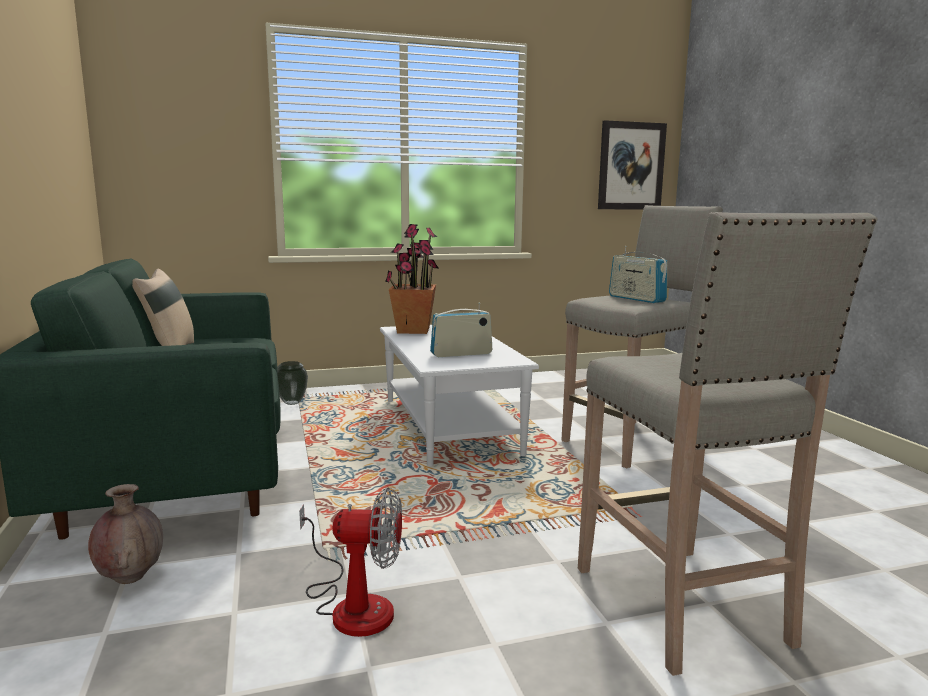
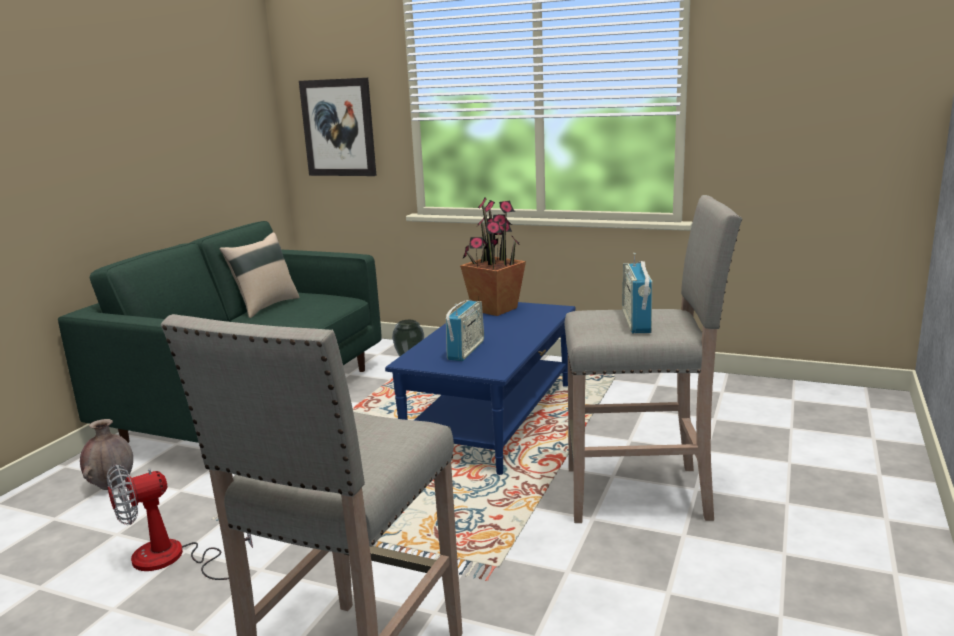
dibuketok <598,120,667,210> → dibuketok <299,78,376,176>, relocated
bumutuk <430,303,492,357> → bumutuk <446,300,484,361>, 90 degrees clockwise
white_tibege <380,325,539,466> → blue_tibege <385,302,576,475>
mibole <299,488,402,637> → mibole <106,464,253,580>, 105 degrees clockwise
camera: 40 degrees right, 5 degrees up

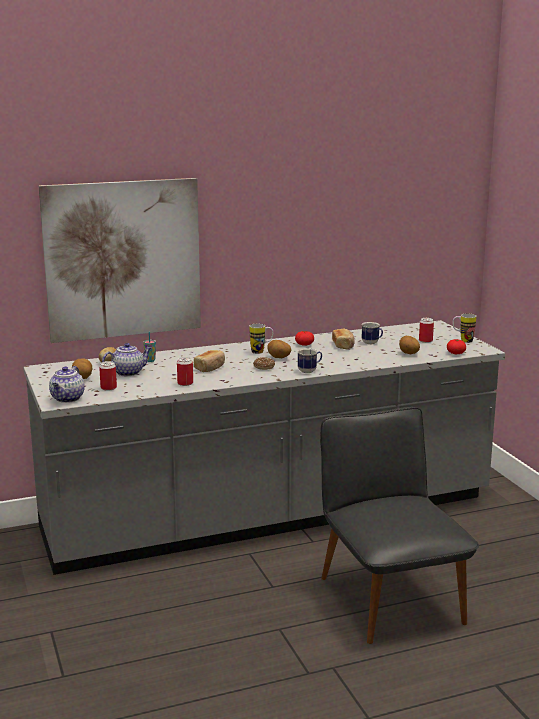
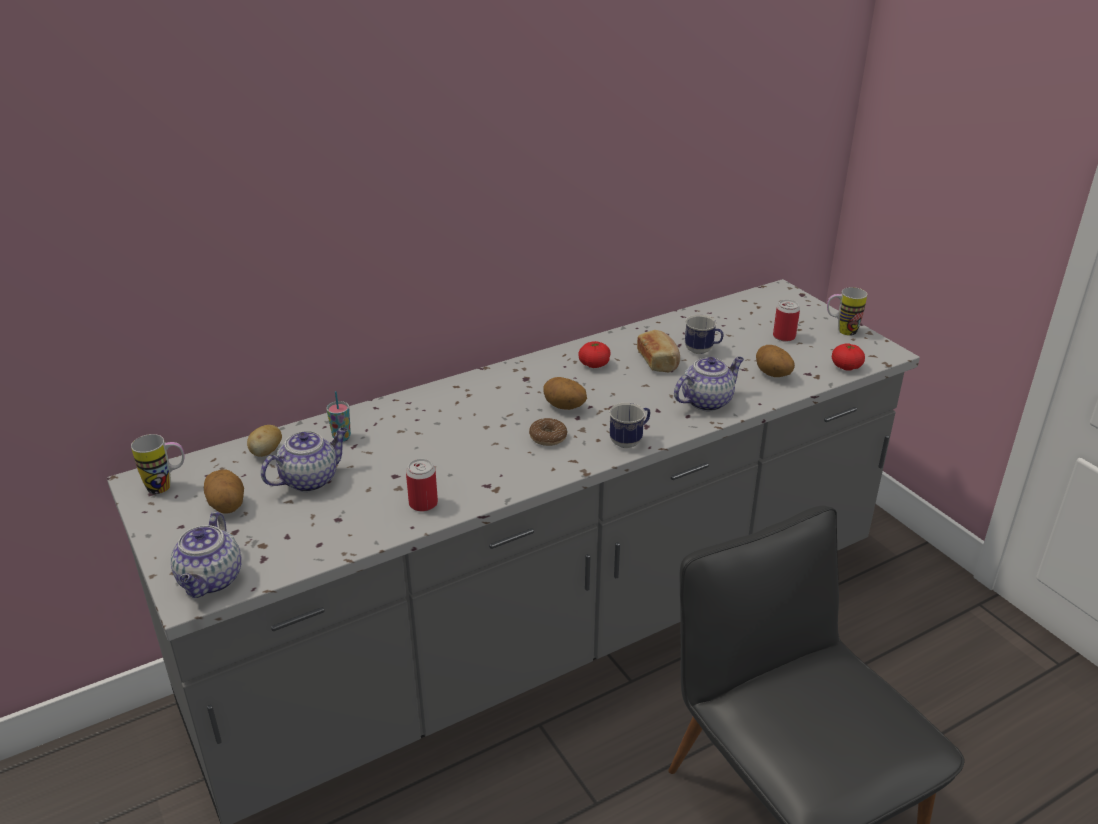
dibuketok <39,178,201,343> → -
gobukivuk <250,324,273,354> → gobukivuk <131,434,184,494>, relocated
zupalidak <194,350,225,372> → -
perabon <99,361,117,391> → -
- → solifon <674,357,744,411>
camera: 10 degrees left, 15 degrees up

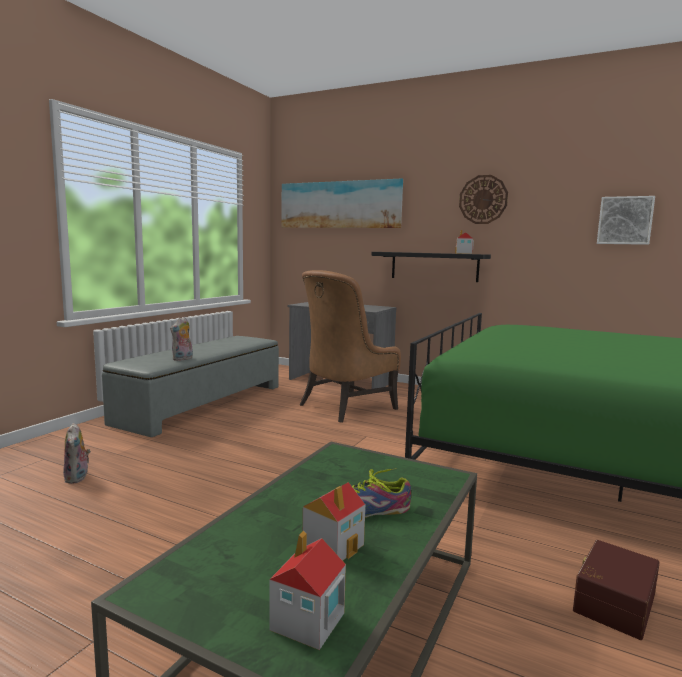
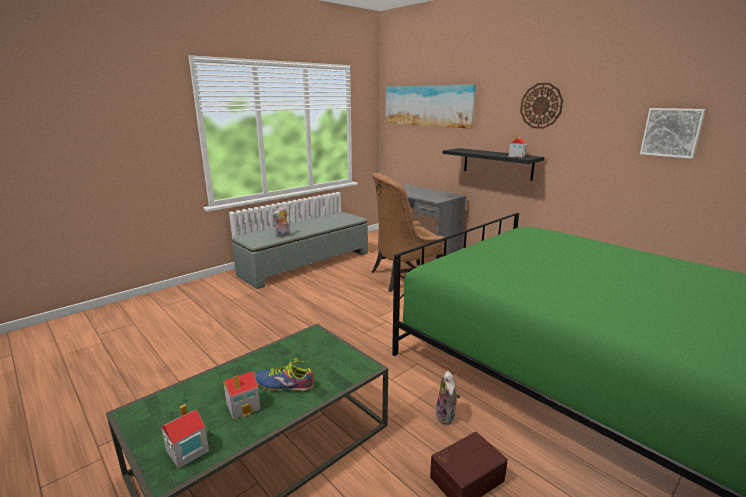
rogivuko <63,423,91,484> → rogivuko <435,371,460,425>, relocated
camera: 20 degrees right, 10 degrees up

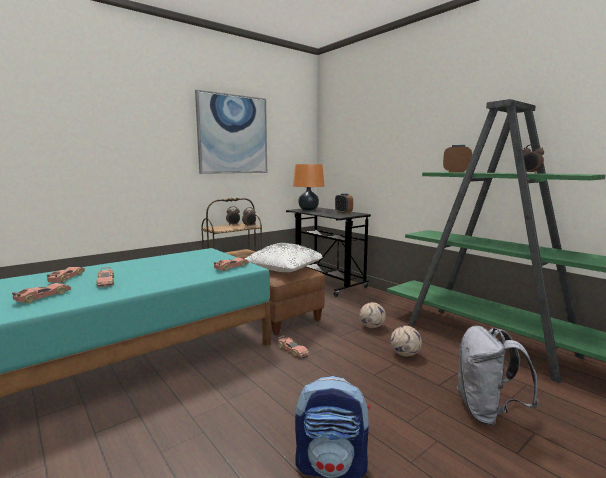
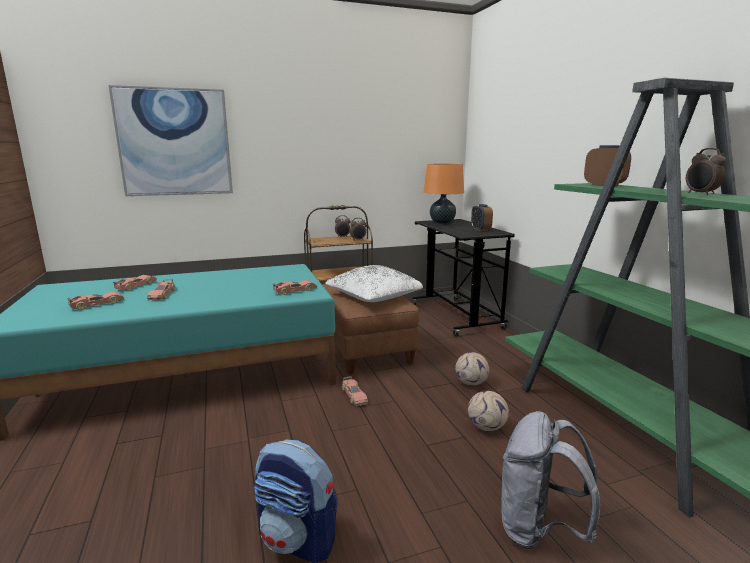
dibuketok <195,90,267,174> → dibuketok <108,85,233,196>, relocated
camera: 20 degrees right, 5 degrees up

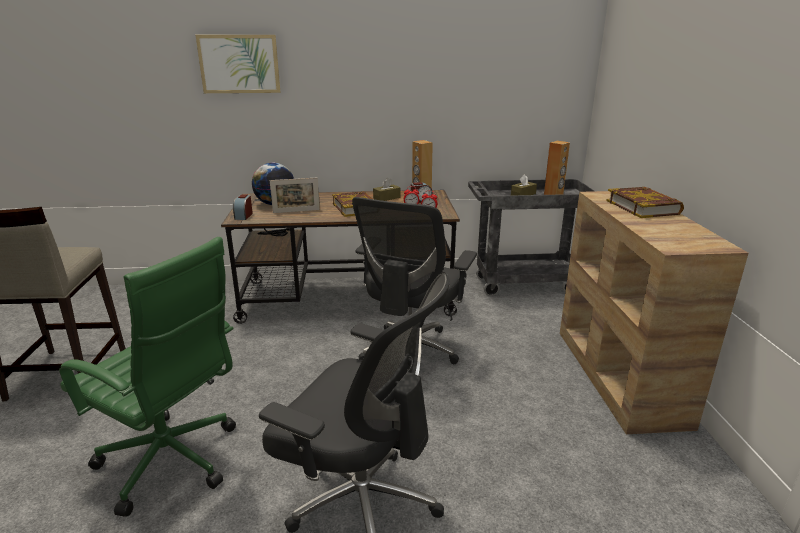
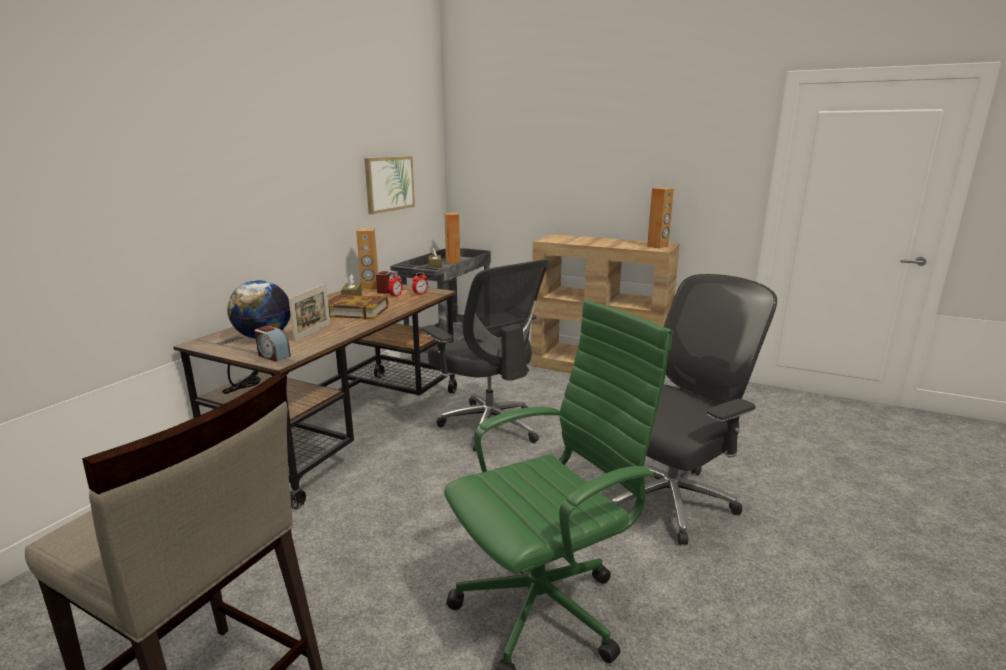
dibuketok <196,35,280,93> → dibuketok <364,156,415,214>, relocated
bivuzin <606,187,684,218> → -
- → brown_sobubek <647,188,674,248>
camera: 60 degrees left, 5 degrees down

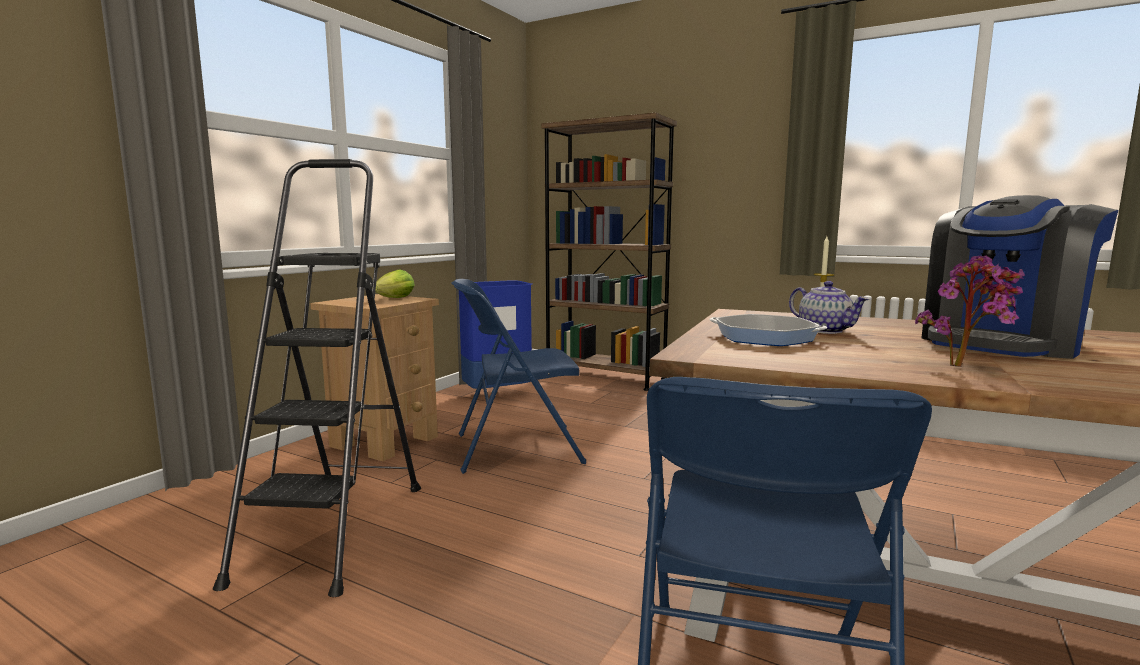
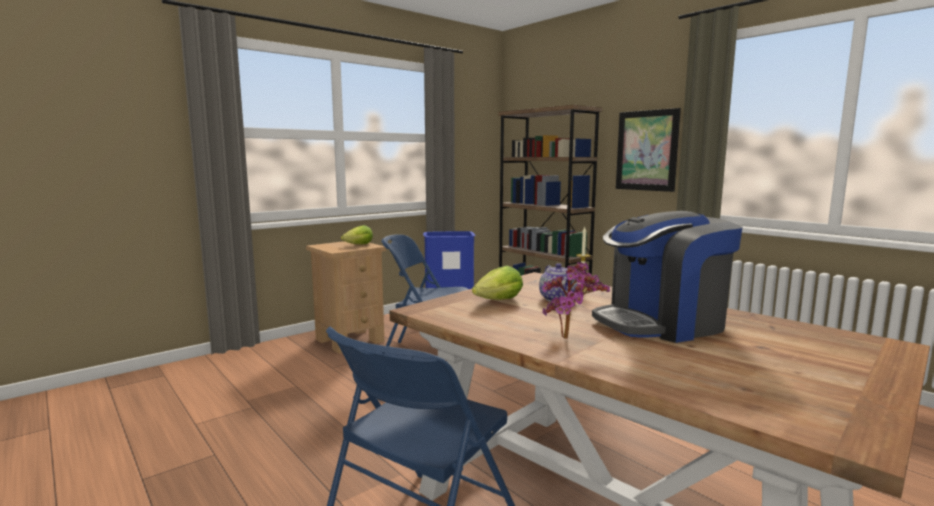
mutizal <213,159,421,597> → -
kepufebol <709,314,827,346> → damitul <472,265,523,300>
- → dibuketok <616,108,681,192>
camera: 20 degrees right, 0 degrees up

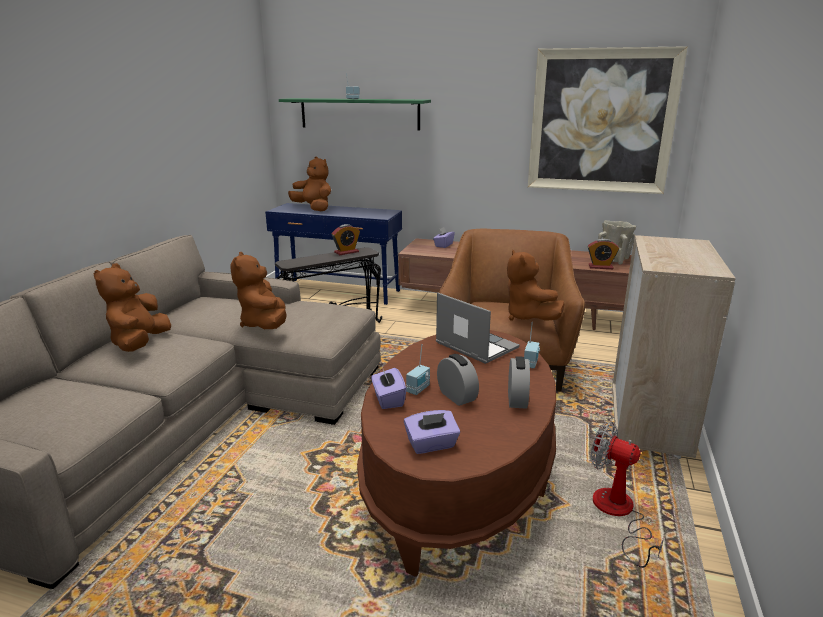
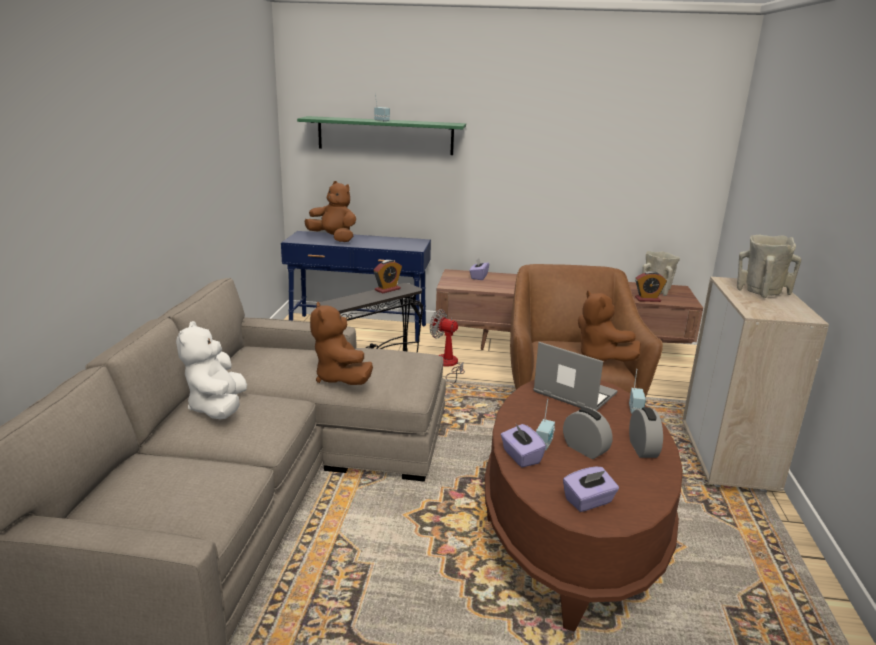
dibuketok <528,46,688,194> → -
brown_rogivuko <94,263,171,352> → white_rogivuko <176,321,247,419>
mibole <591,421,664,568> → mibole <430,309,465,384>, relocated
- → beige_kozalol <737,235,801,298>
camera: 10 degrees left, 0 degrees up

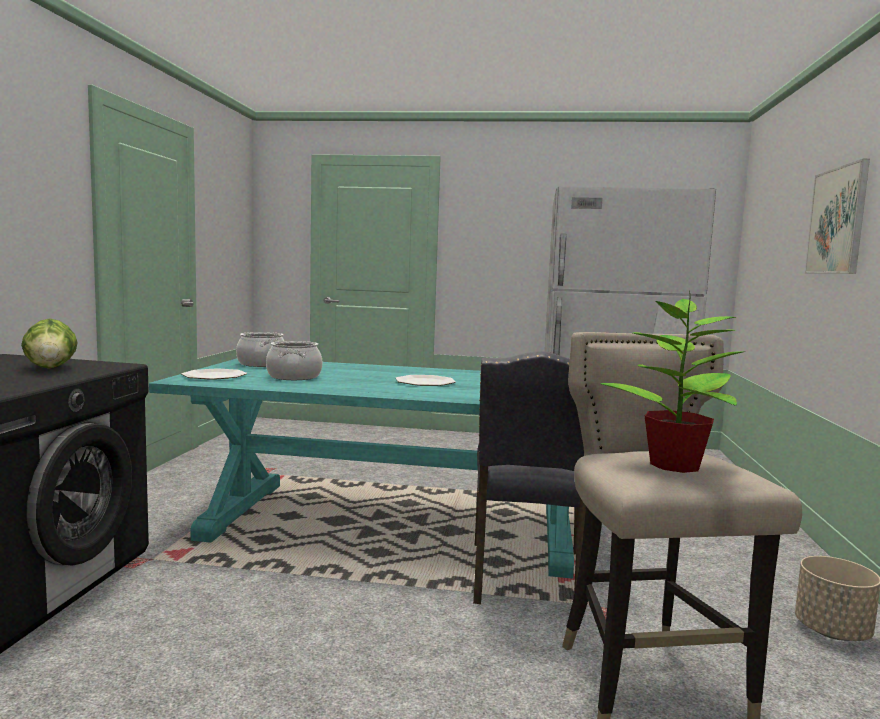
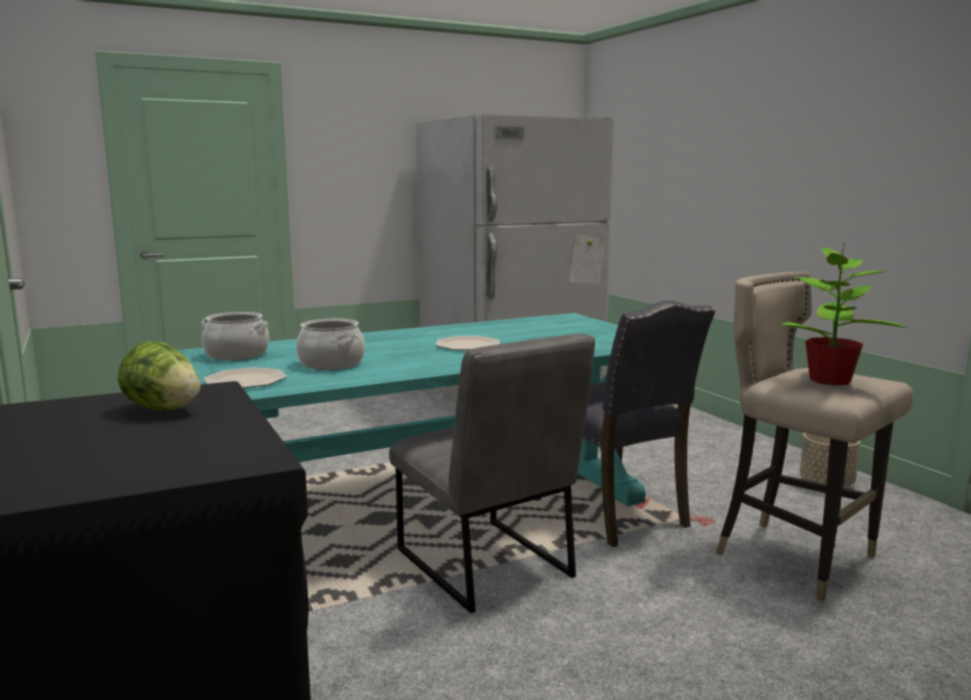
dibuketok <804,159,870,274> → -
- → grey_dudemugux <389,334,595,613>
camera: 35 degrees left, 5 degrees up

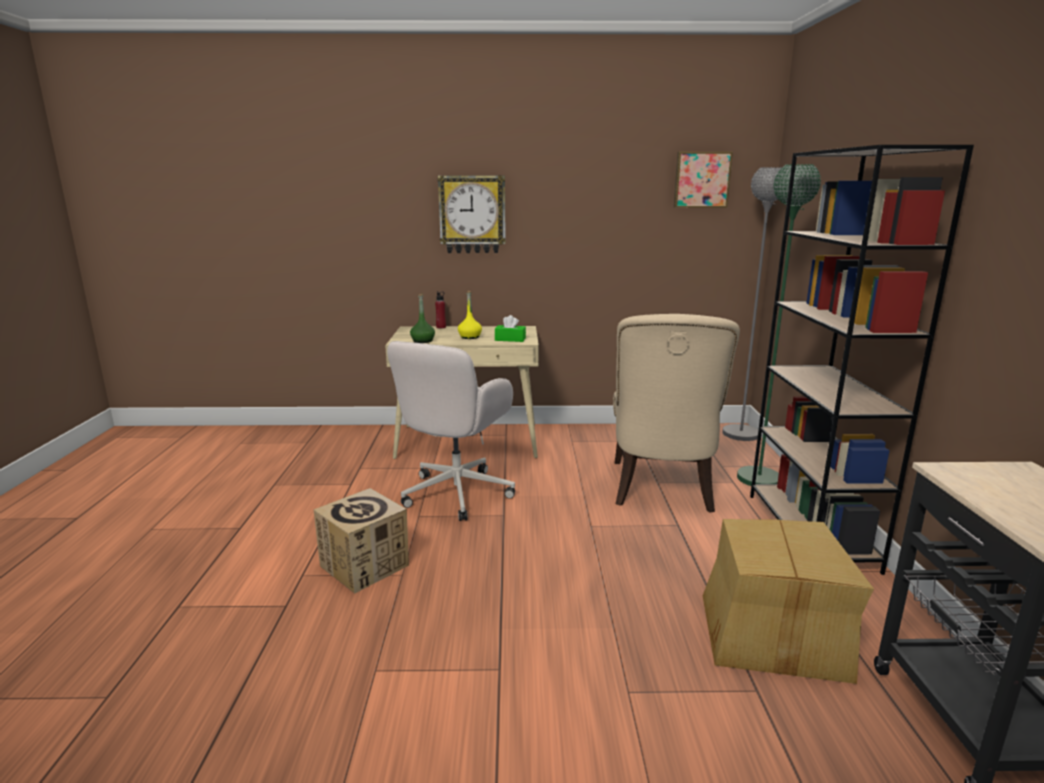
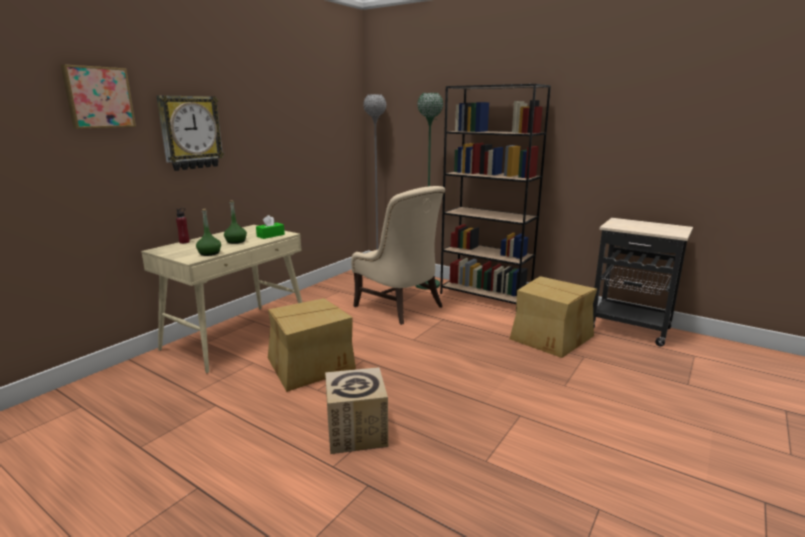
dibuketok <674,152,733,208> → dibuketok <61,64,136,129>, relocated
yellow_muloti <458,291,482,339> → green_muloti <224,200,247,244>
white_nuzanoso <387,341,515,521> → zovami <268,298,356,392>
camera: 55 degrees left, 0 degrees up

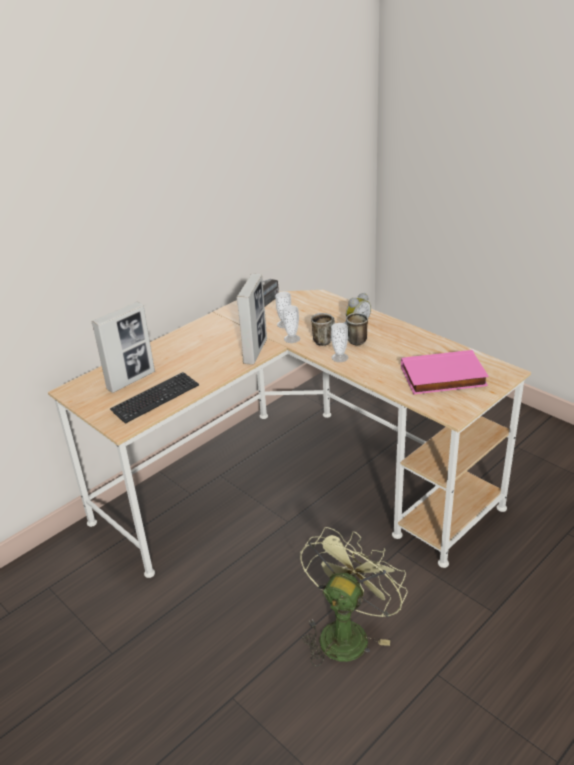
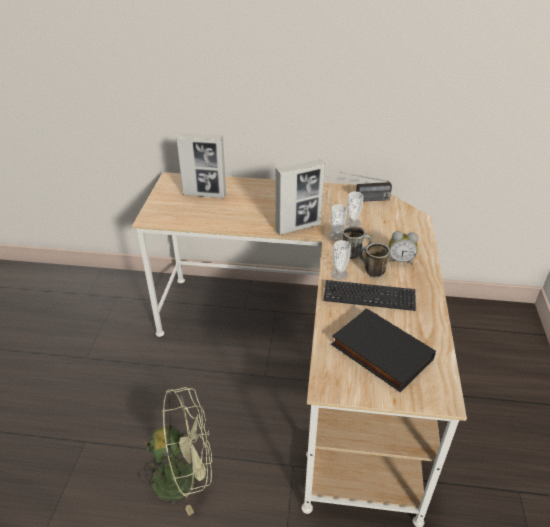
pink_bivuzin <401,350,489,394> → black_bivuzin <331,308,436,392>
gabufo <110,372,199,424> → gabufo <323,280,416,311>, relocated
camera: 50 degrees right, 5 degrees up

